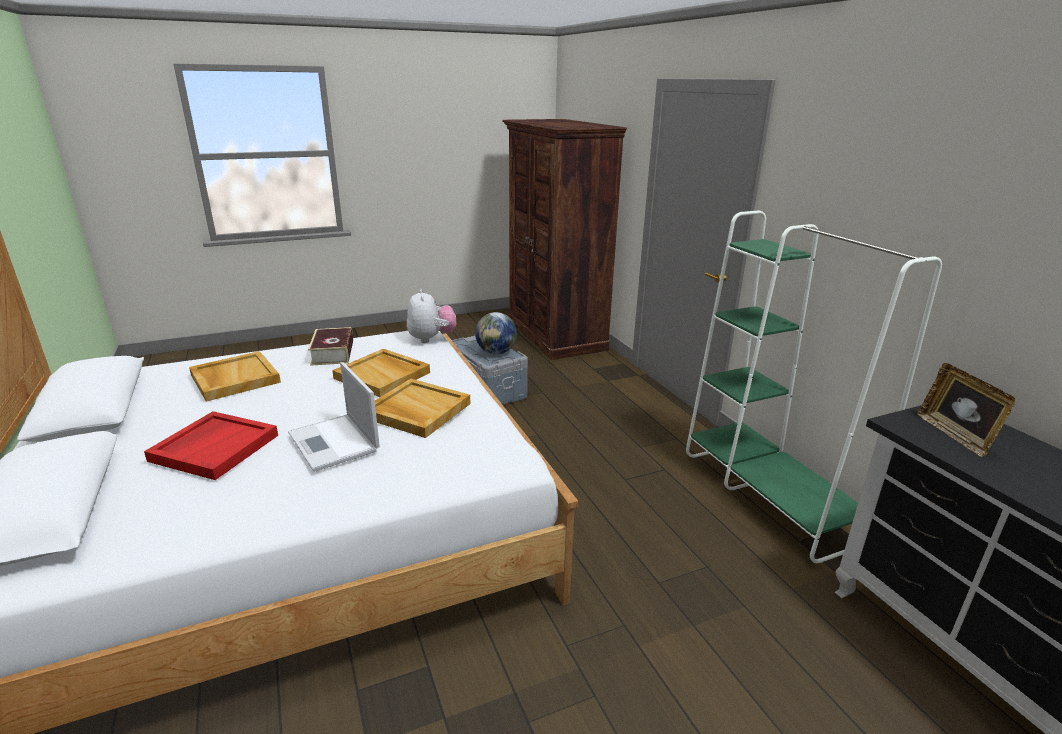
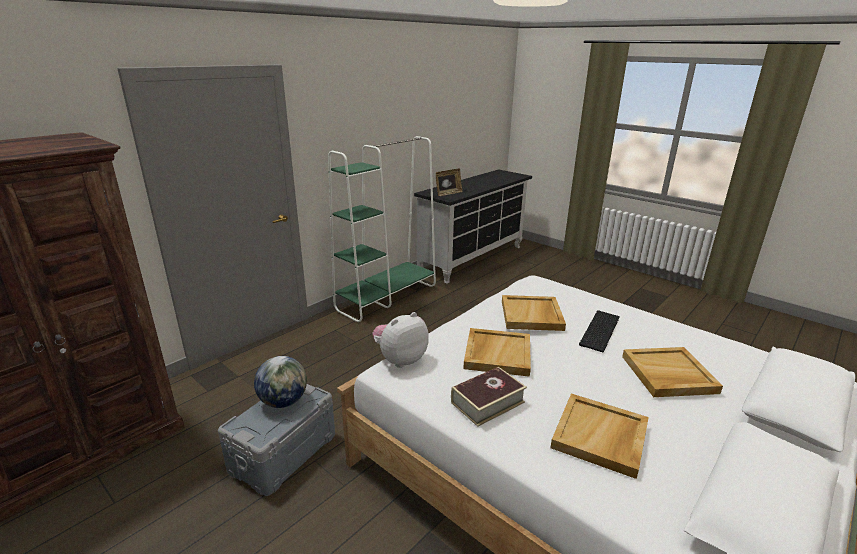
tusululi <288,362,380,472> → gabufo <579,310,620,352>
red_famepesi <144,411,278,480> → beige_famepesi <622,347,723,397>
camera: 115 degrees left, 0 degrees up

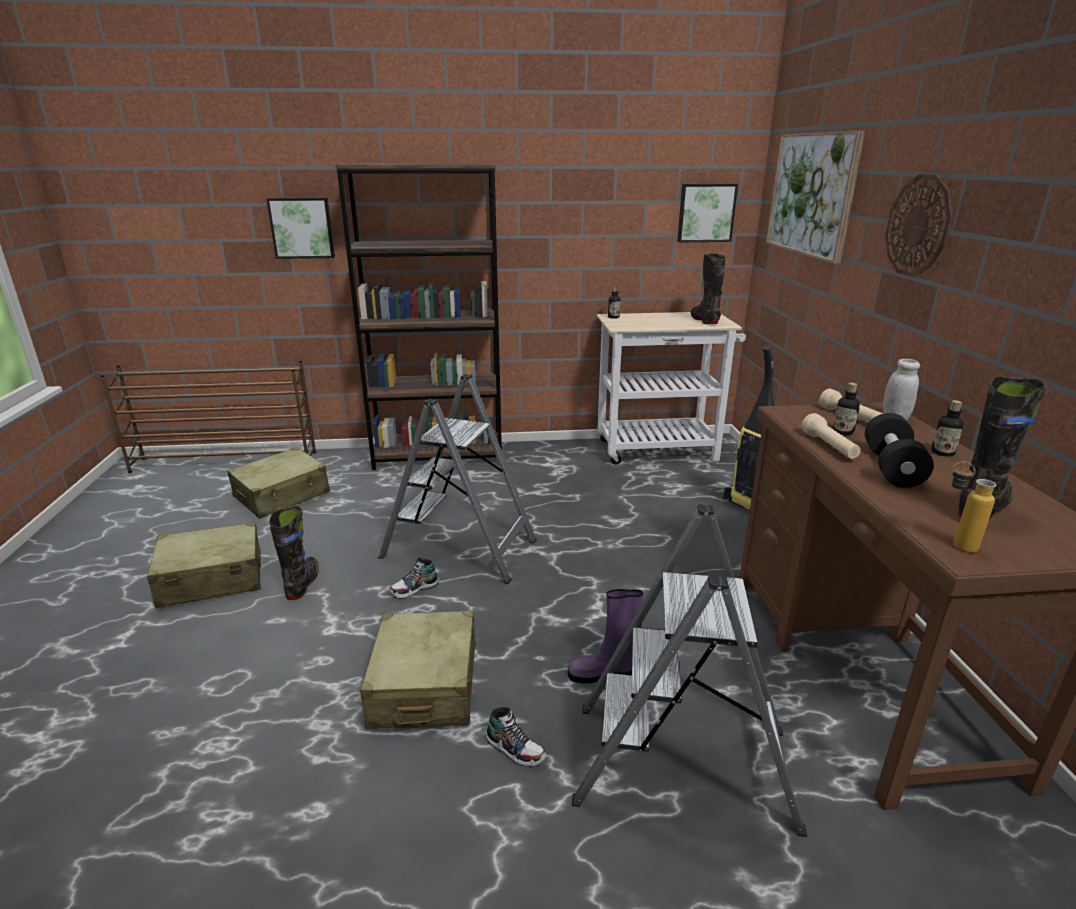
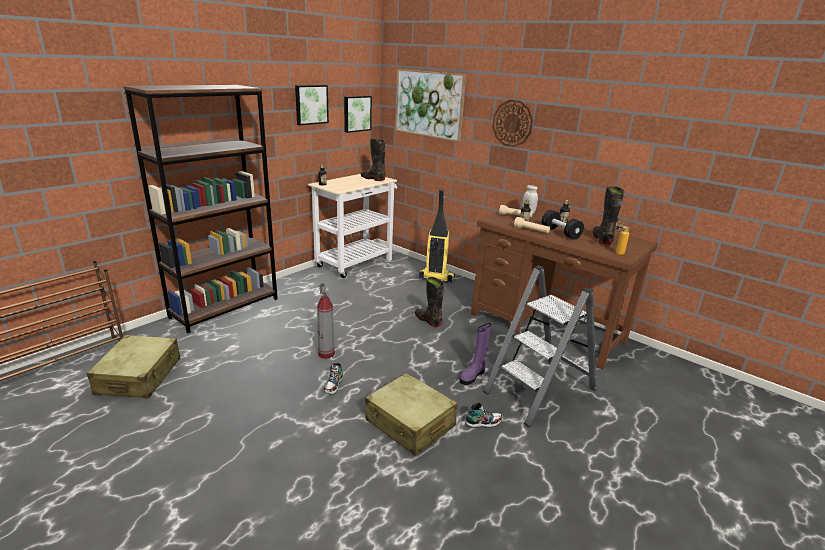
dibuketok <266,198,335,259> → dibuketok <295,85,329,125>, relocated
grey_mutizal <378,374,537,584> → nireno <317,281,335,359>
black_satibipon <269,506,319,600> → black_satibipon <415,277,444,327>, relocated
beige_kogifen <147,522,261,608> → -
camera: 45 degrees left, 0 degrees up

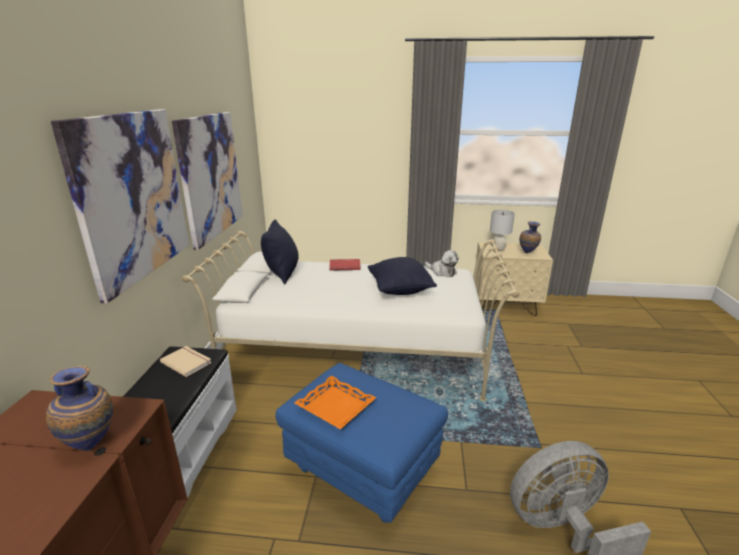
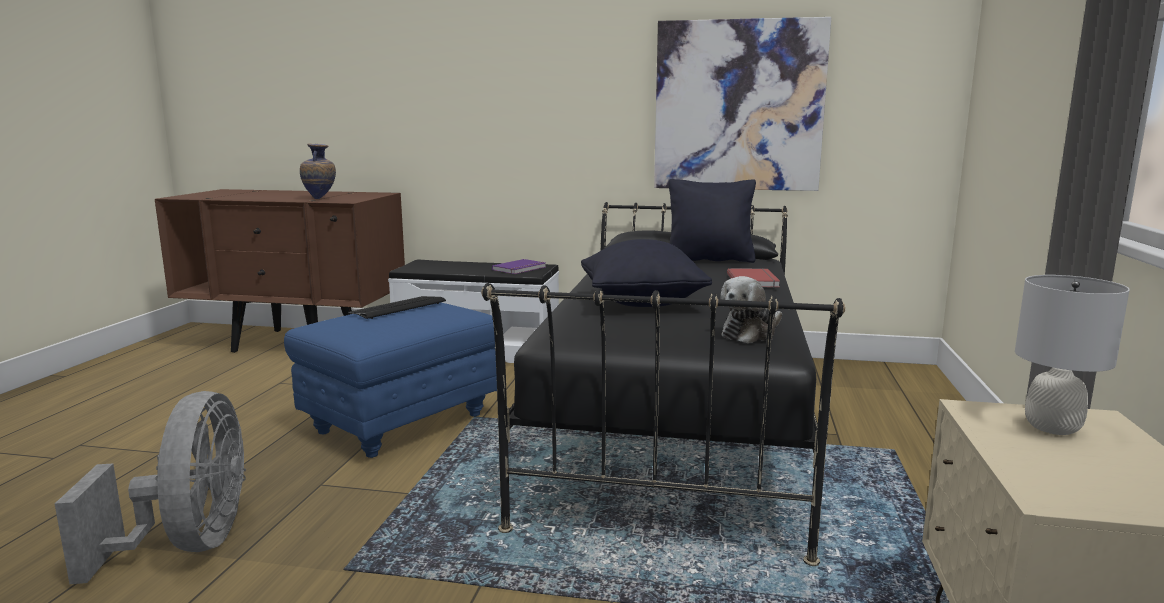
dibuketok <51,109,189,304> → -
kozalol <520,221,541,253> → -
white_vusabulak <182,231,520,401> → black_vusabulak <481,202,845,566>
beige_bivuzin <160,346,212,377> → purple_bivuzin <492,259,546,274>
orange_famepesi <294,376,376,430> → gabufo <348,296,446,319>
camera: 95 degrees right, 10 degrees down

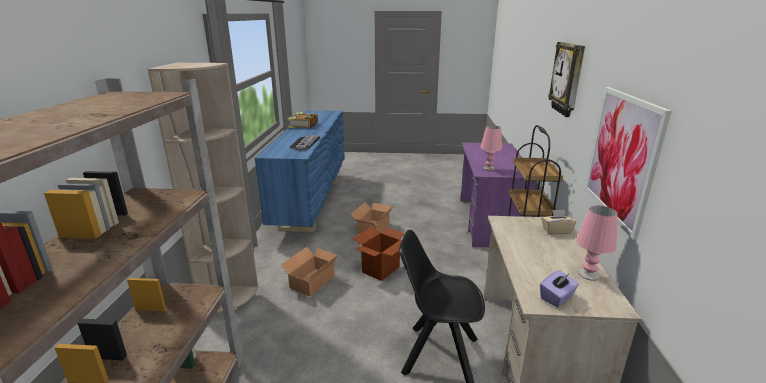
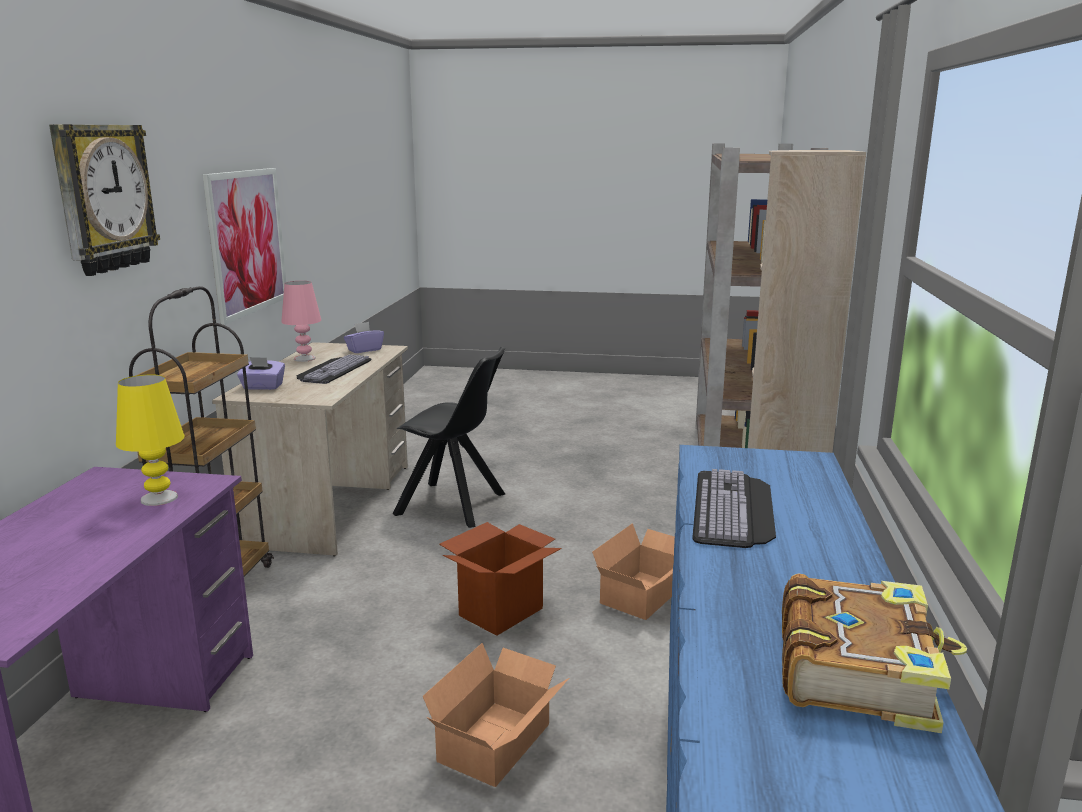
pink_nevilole <480,125,502,170> → yellow_nevilole <116,374,185,506>
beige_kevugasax <541,210,576,234> → purple_kevugasax <237,357,285,390>
- → gabufo <296,354,372,384>
camera: 175 degrees left, 5 degrees down

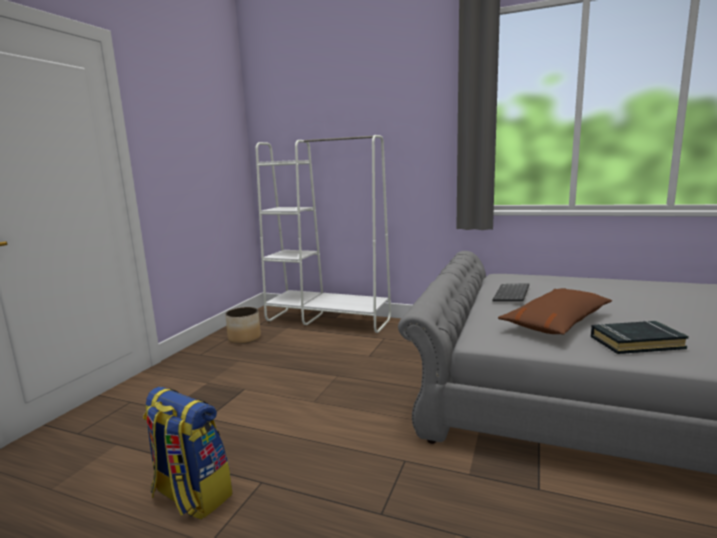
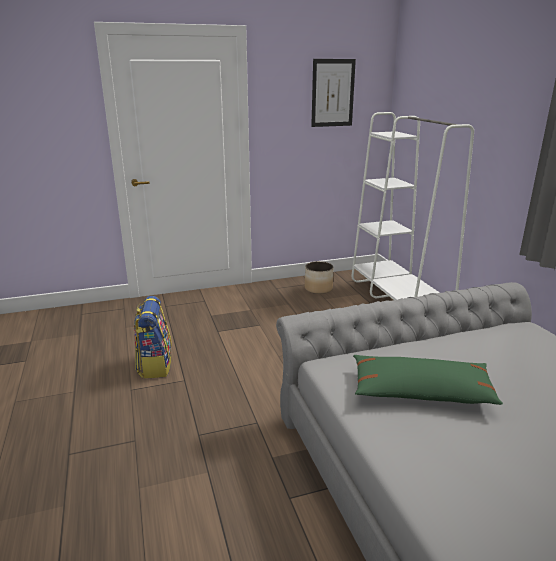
gabufo <492,283,529,301> → -
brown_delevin <498,288,612,335> → green_delevin <353,355,503,405>
black_bivuzin <591,320,689,354> → -
- → dibuketok <311,59,356,127>
camera: 50 degrees right, 10 degrees up

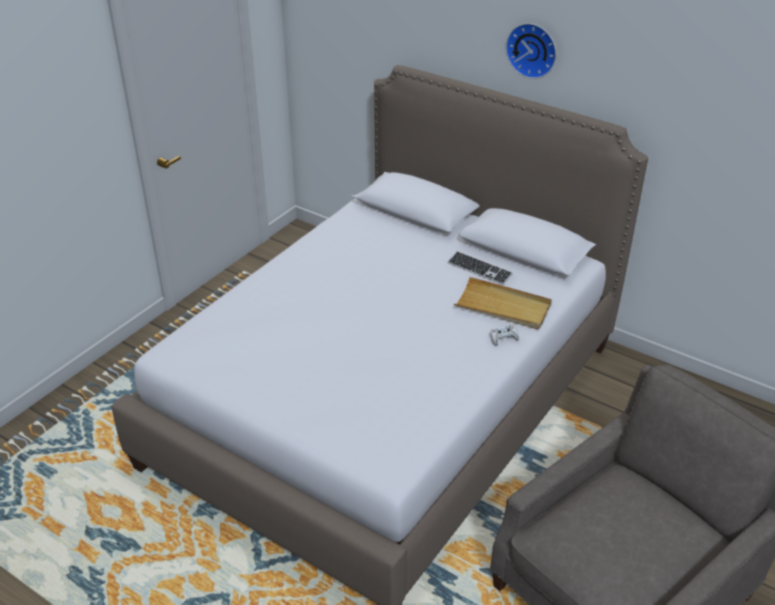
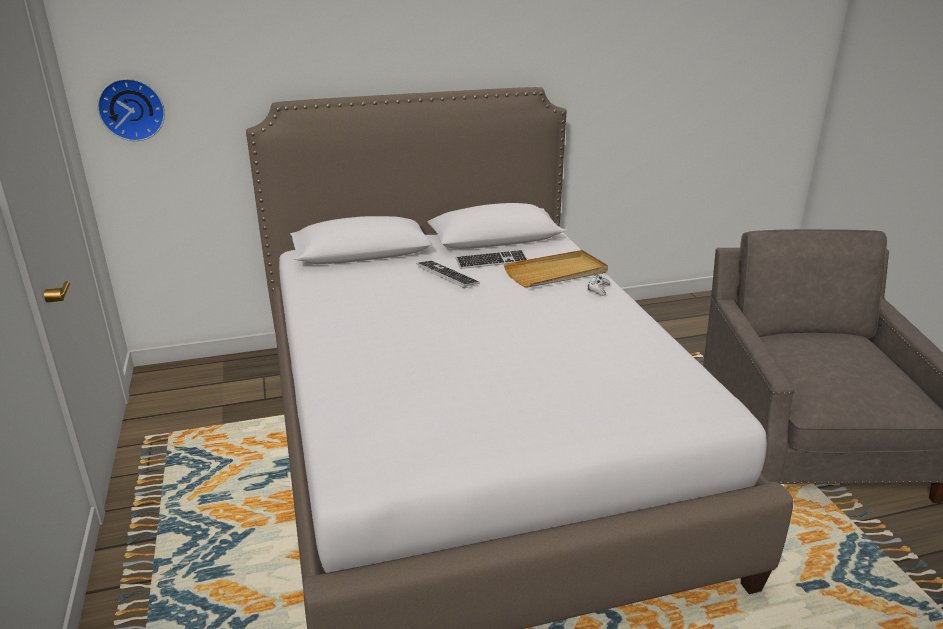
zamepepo <505,23,556,79> → zamepepo <97,78,165,141>, relocated
- → gabufo <416,261,480,288>
camera: 50 degrees left, 10 degrees down

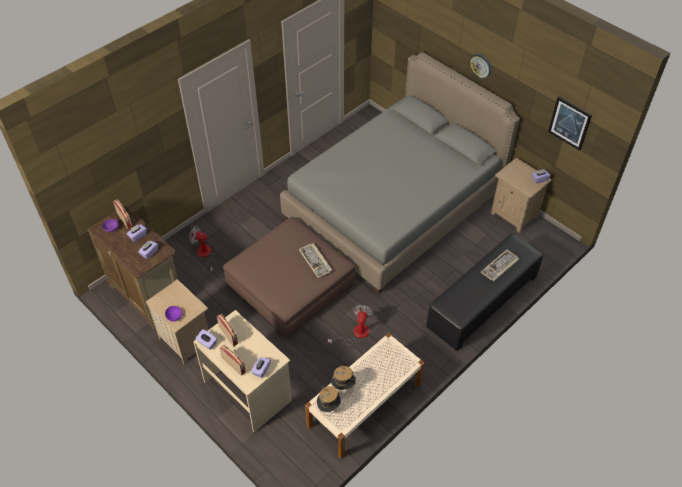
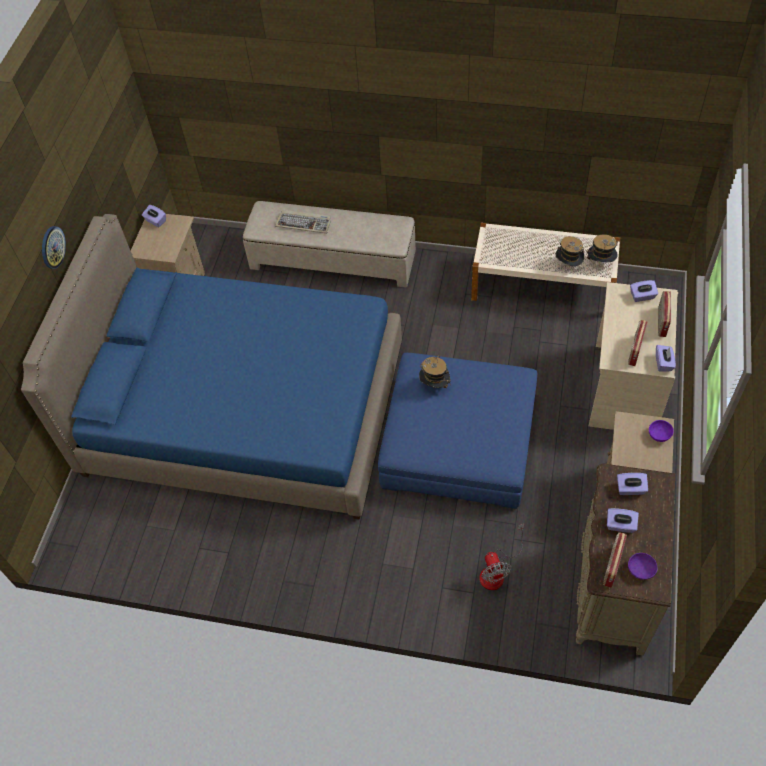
grey_vusabulak <280,52,520,294> → blue_vusabulak <21,214,402,520>
dibuketok <548,96,592,151> → -
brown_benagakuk <223,217,355,339> → blue_benagakuk <378,353,537,509>
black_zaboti <426,234,543,351> → beige_zaboti <243,201,416,288>
gabufo <299,243,332,278> → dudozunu <419,356,451,388>
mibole <328,305,373,345> → -
camera: 120 degrees left, 5 degrees up

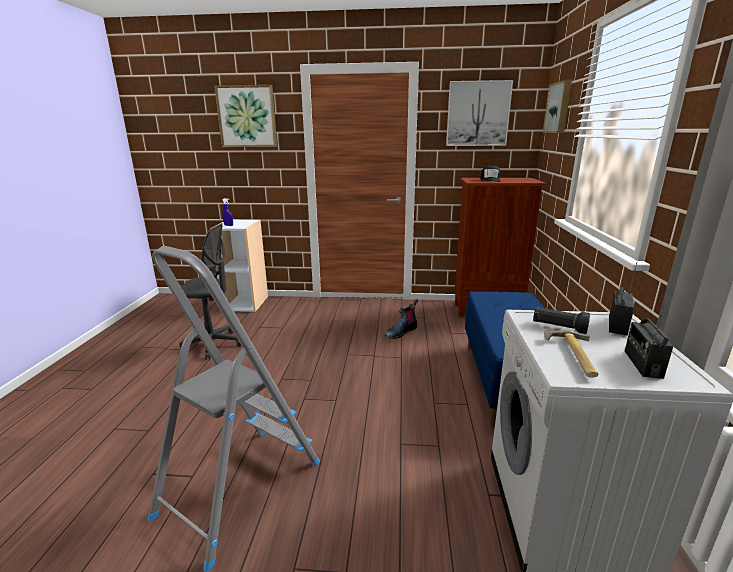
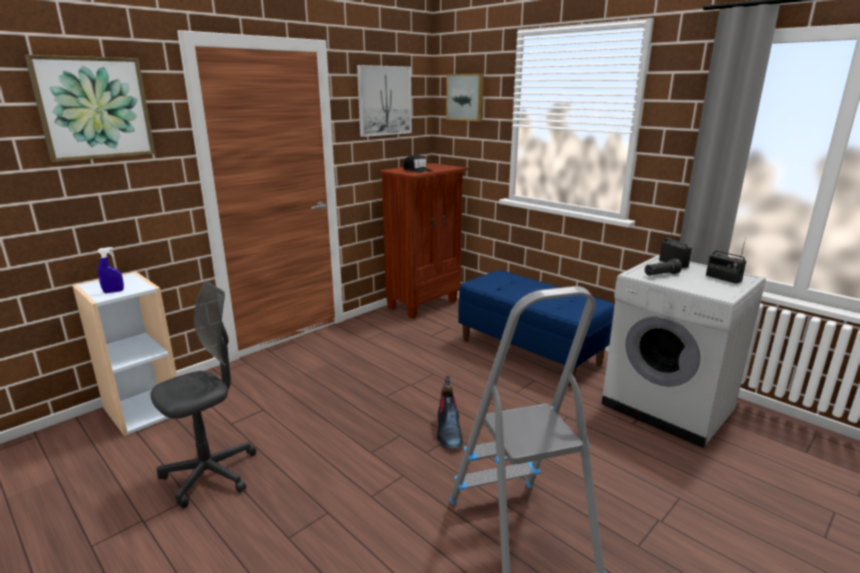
satibipon <385,299,418,339> → satibipon <437,376,463,449>, relocated
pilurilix <544,328,599,378> → -
camera: 50 degrees left, 0 degrees up

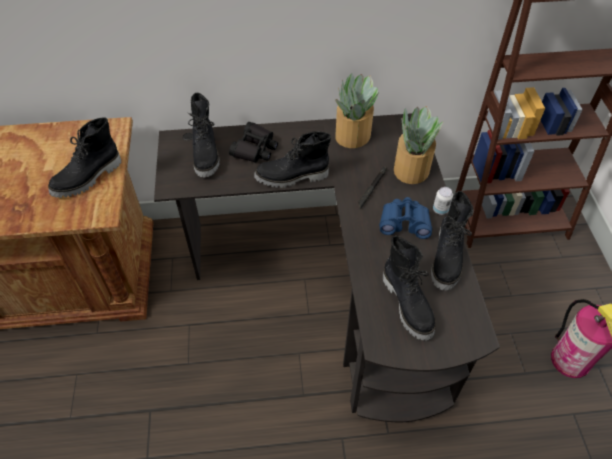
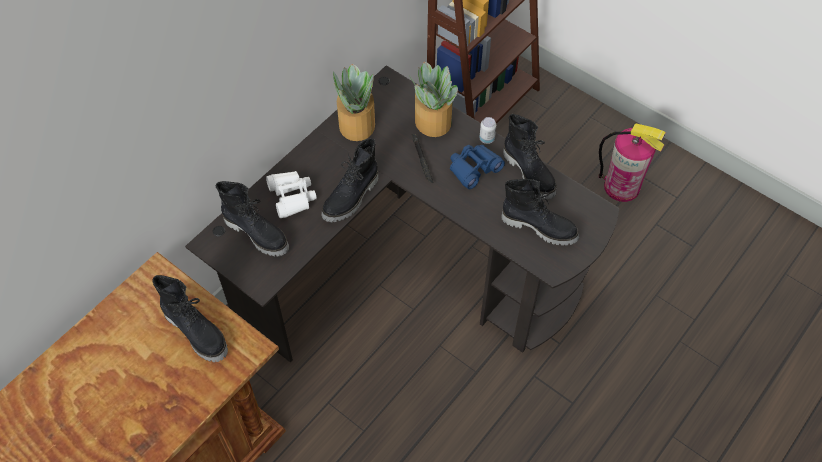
black_satibipon <48,117,122,198> → black_satibipon <152,275,228,362>, 45 degrees counterclockwise
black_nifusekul <229,122,278,163> → white_nifusekul <266,171,317,218>
camera: 45 degrees left, 5 degrees up

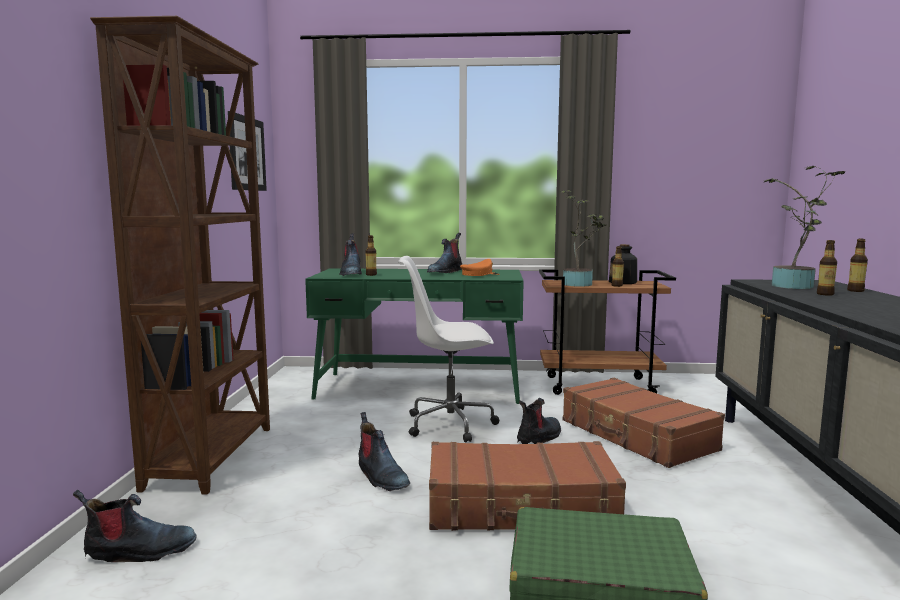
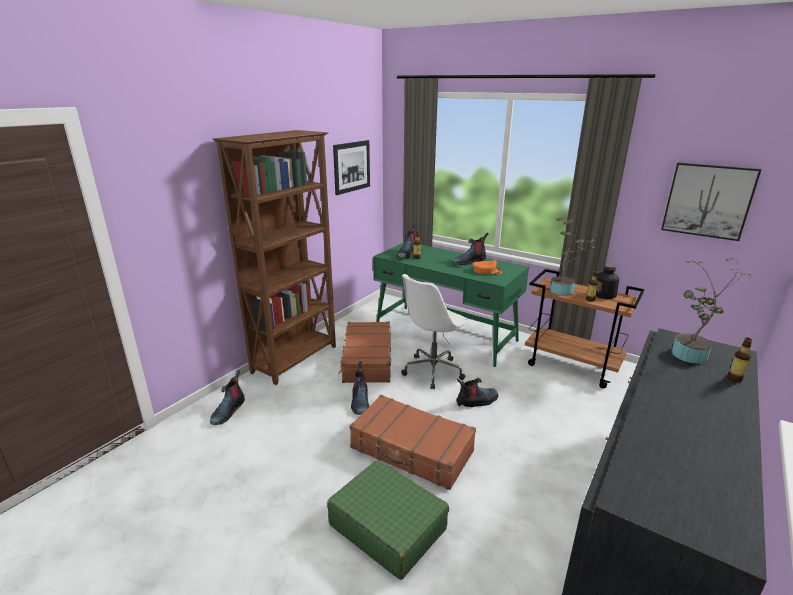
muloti <817,240,837,296> → -
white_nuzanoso <398,256,500,442> → white_nuzanoso <401,274,468,390>, 75 degrees counterclockwise
brown_kogifen <563,378,725,468> → brown_kogifen <338,321,391,383>, relocated
satibipon <73,490,196,562> → satibipon <210,370,245,425>, 90 degrees clockwise
- → dibuketok <661,162,761,241>
camera: 30 degrees right, 15 degrees up

